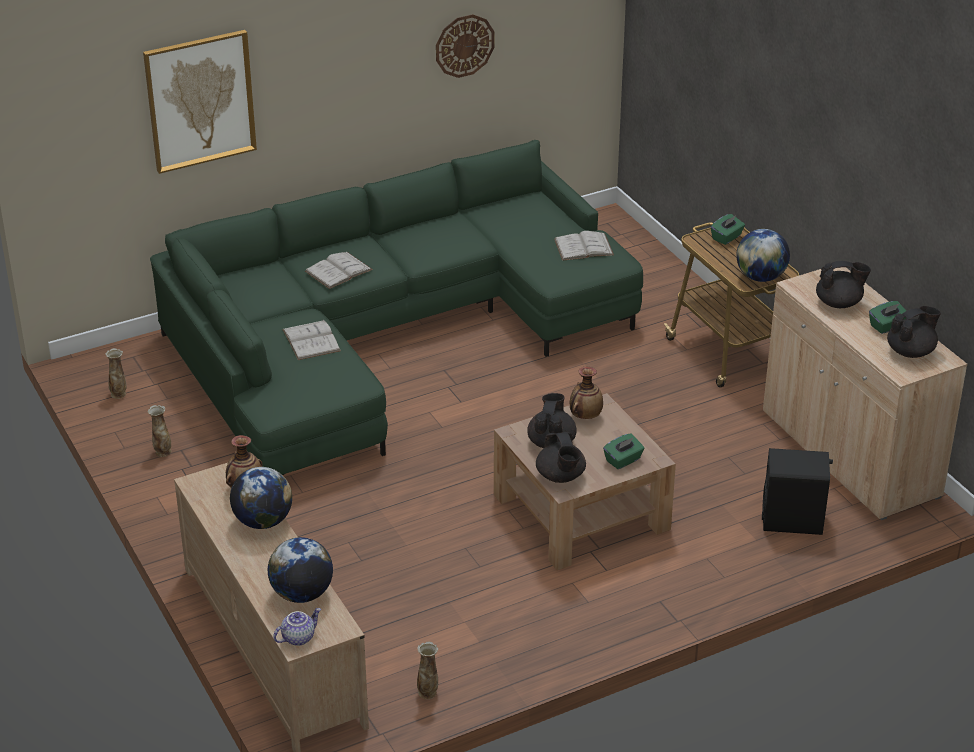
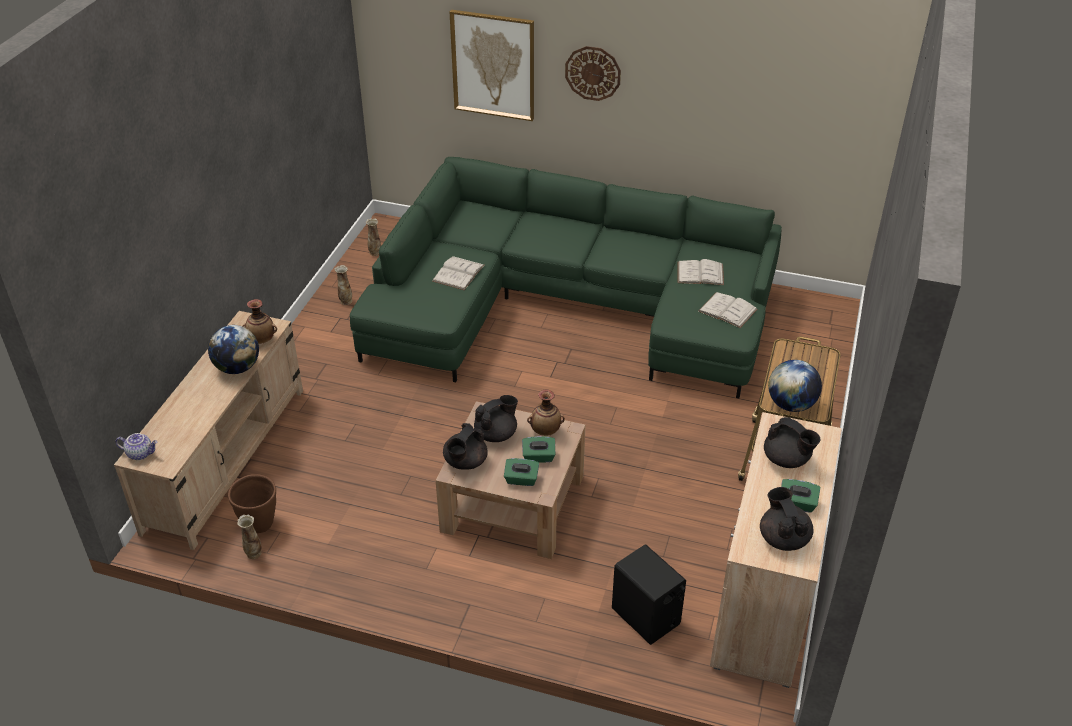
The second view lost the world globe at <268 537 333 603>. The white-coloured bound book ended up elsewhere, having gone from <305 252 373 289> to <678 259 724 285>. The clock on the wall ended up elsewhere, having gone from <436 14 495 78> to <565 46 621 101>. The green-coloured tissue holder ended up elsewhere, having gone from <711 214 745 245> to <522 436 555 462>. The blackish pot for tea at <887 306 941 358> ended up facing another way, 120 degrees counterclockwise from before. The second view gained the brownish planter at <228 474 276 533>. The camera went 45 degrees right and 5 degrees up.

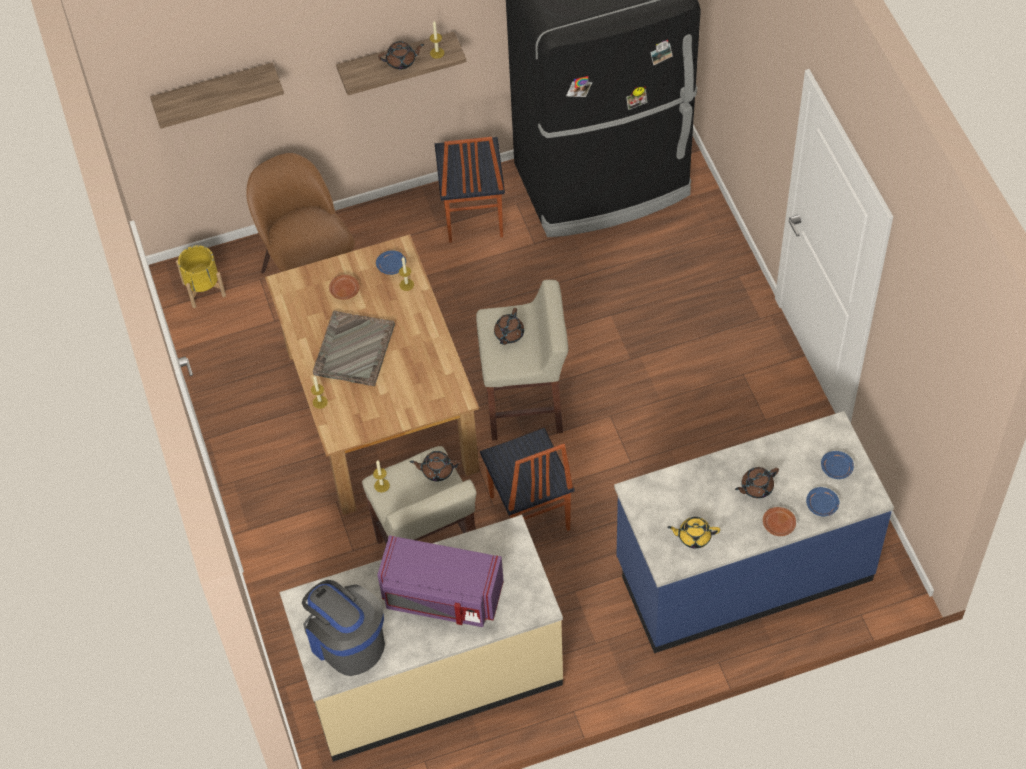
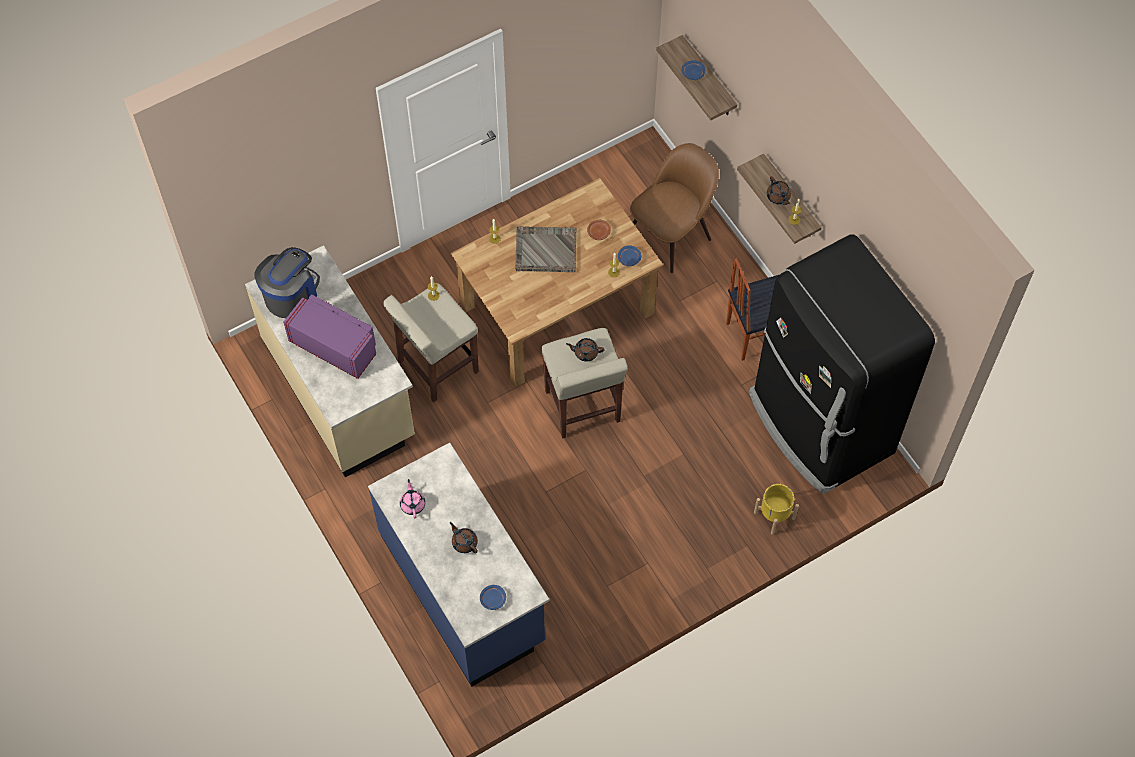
The yellow-coloured planter ended up elsewhere, having gone from <176 245 226 308> to <754 483 799 535>. The purplish microwave oven at <377 535 504 627> ended up facing another way, 120 degrees clockwise from before. The second view lost the brownish pot for tea at <410 451 461 481>. The second view lost the chair at <480 428 575 531>. What was the yellow-coloured pot for tea at <667 517 720 549> turned into the pink pot for tea at <400 479 425 518>. The second view lost the brownish dinner plate at <763 507 796 536>. The blue-coloured dinner plate ended up elsewhere, having gone from <806 487 840 517> to <681 60 706 80>. The camera went 75 degrees right and 5 degrees up.

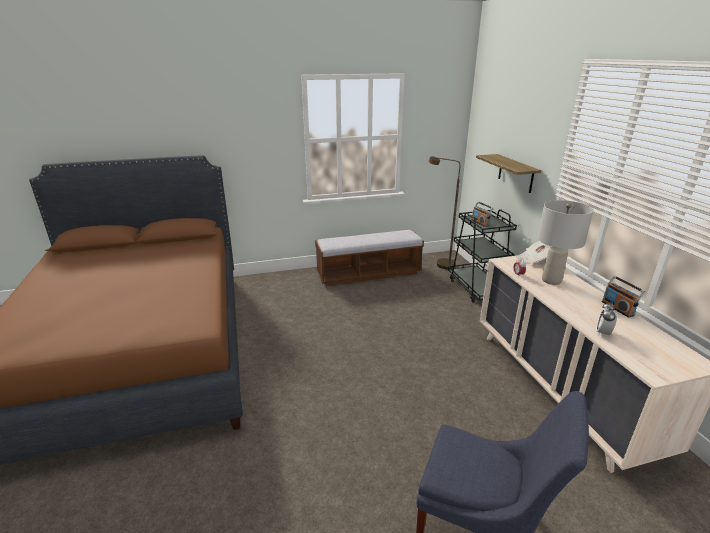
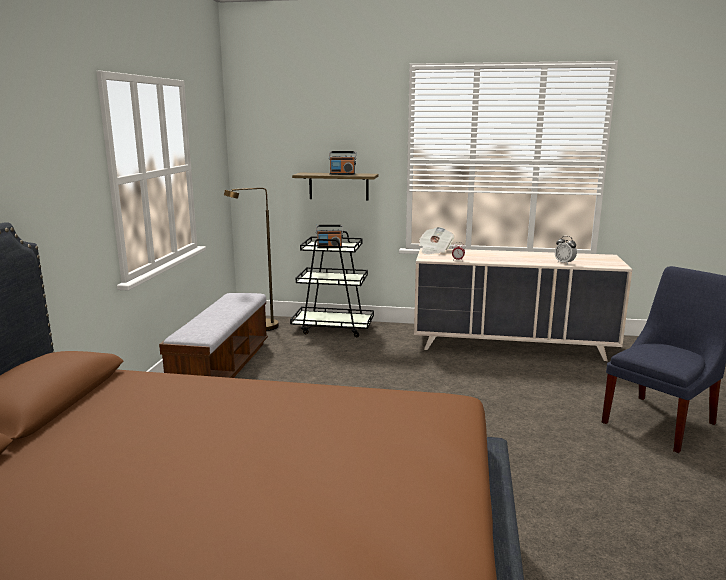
The second view lost the grey tabletop lamp at <537 200 594 285>. The radio receiver ended up elsewhere, having gone from <602 276 645 318> to <329 151 356 175>. The camera went 65 degrees left and 10 degrees down.

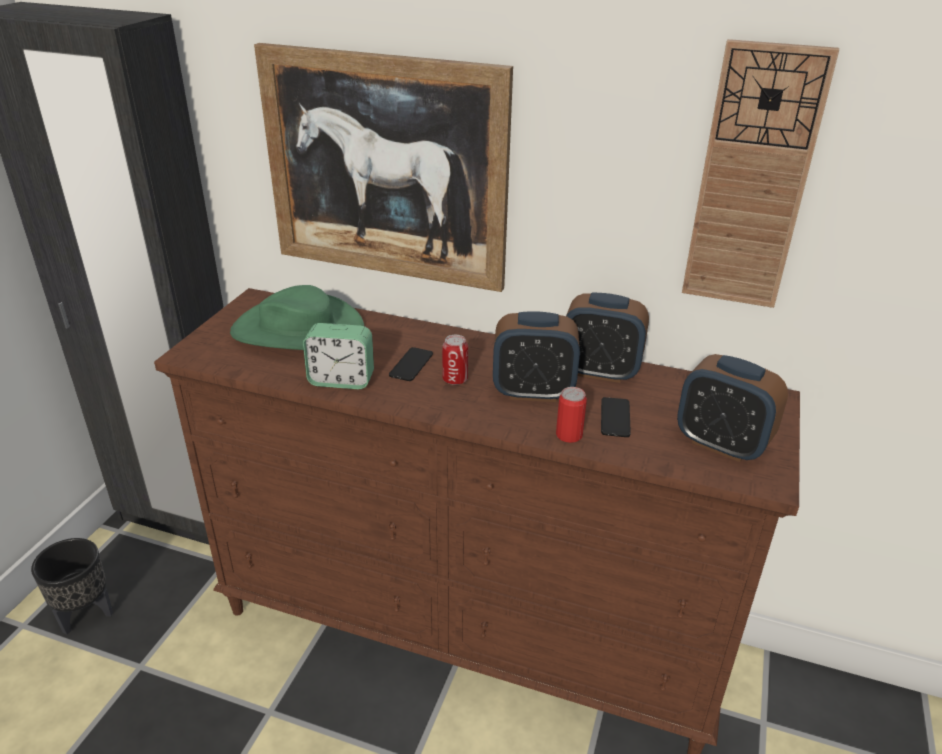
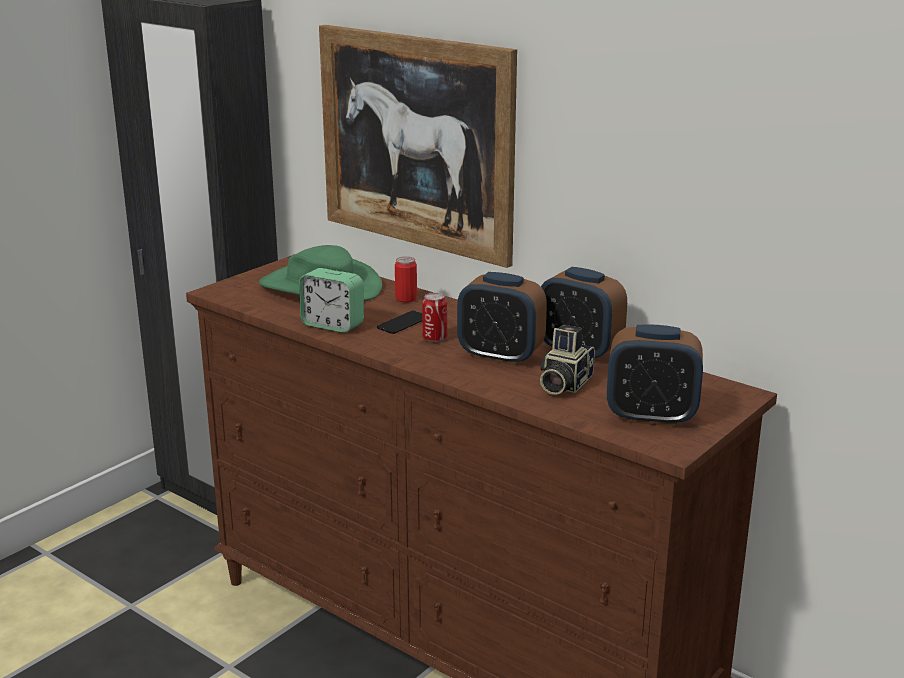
The second view lost the blackish planter at <31 538 113 635>. The metal can ended up elsewhere, having gone from <556 387 587 443> to <395 256 417 302>. Where the phone stood at <601 397 631 437>, the photo camera came to stand at <540 325 595 395>. The table clock at <677 354 788 462> ended up facing another way, 45 degrees counterclockwise from before. The second view lost the clock on the wall at <682 39 839 308>. The camera went 20 degrees right and 10 degrees down.

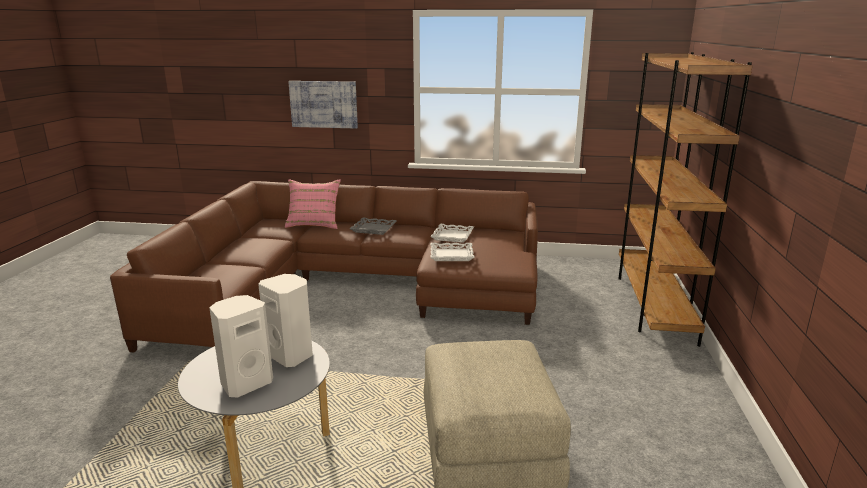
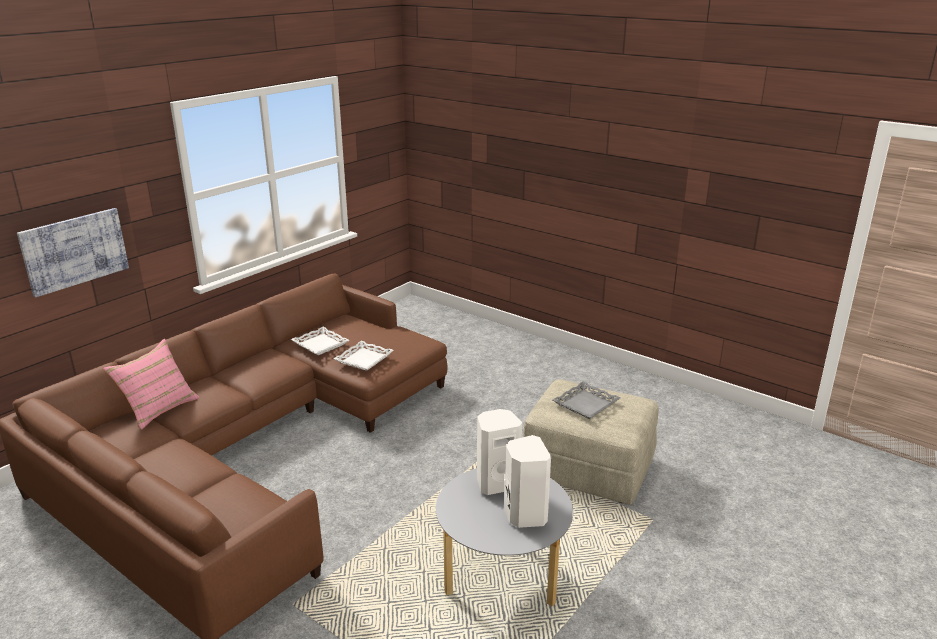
The grey tray ended up elsewhere, having gone from <349 217 397 235> to <553 381 621 419>. The second view lost the brownish bookcase at <618 52 752 347>. The camera went 60 degrees left and 5 degrees up.

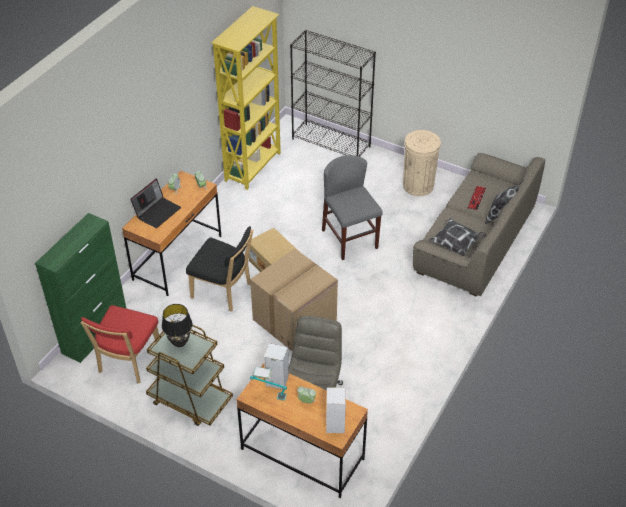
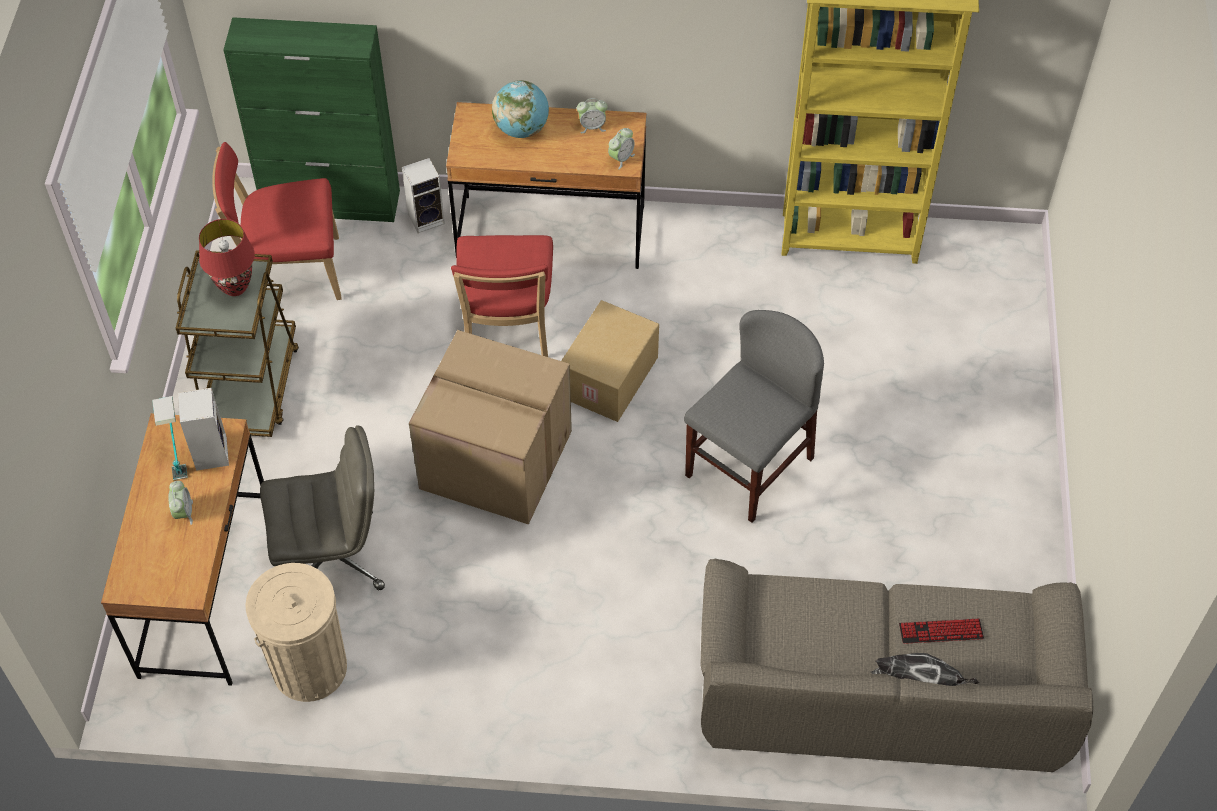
Where the notebook computer stood at <130 178 181 228>, the world globe came to stand at <492 80 549 138>. What was the blackish tabletop lamp at <162 304 192 347> turned into the red tabletop lamp at <199 219 255 296>. What was the blackish chair at <186 226 253 312> turned into the red chair at <451 235 553 357>. The second view lost the blackish bookcase at <290 30 376 156>. The speaker ended up elsewhere, having gone from <326 388 346 433> to <402 158 445 233>. The beige trash can ended up elsewhere, having gone from <403 130 441 196> to <246 563 347 702>. The second view lost the pillow at <428 218 487 256>. The camera went 65 degrees right and 10 degrees up.

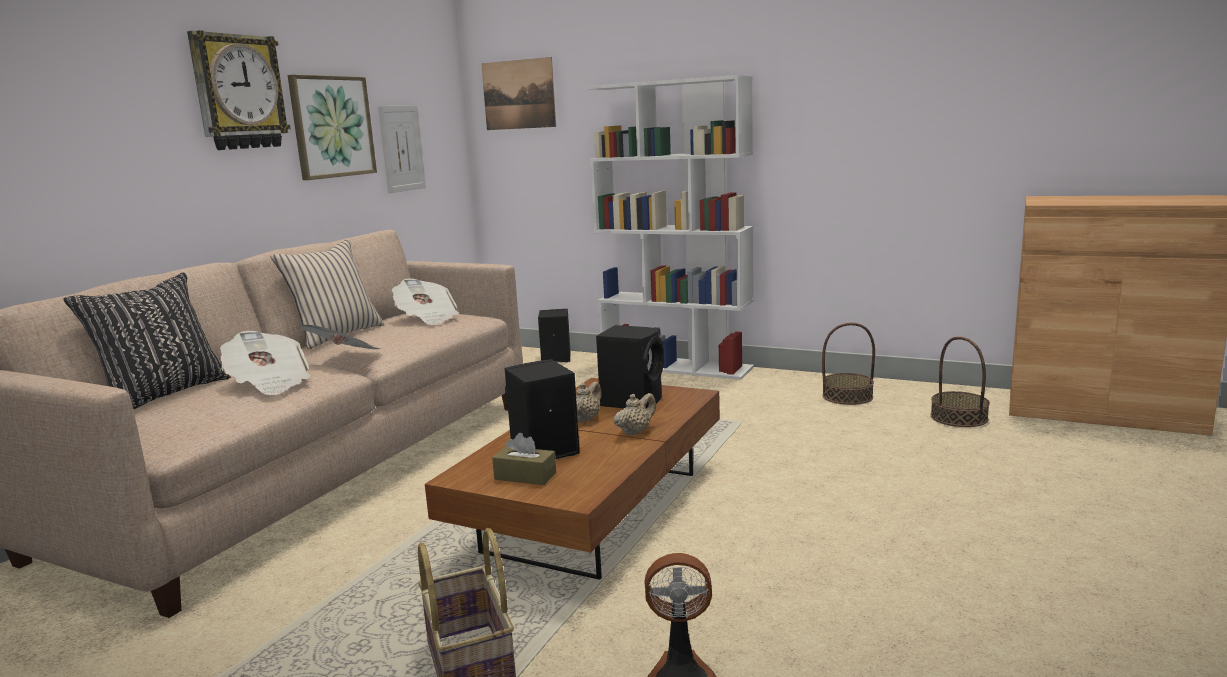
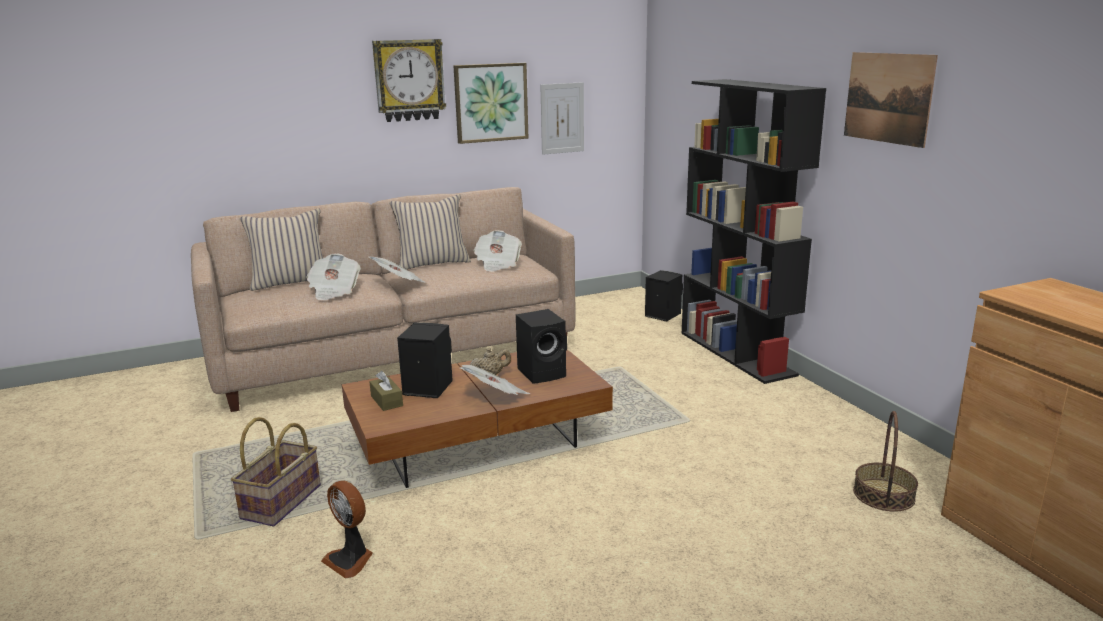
What was the blackish pillow at <63 272 231 409> turned into the beige pillow at <239 208 323 291>. The picture ended up elsewhere, having gone from <481 57 556 130> to <844 52 938 148>. What was the white-coloured bookcase at <586 75 754 380> turned into the blackish bookcase at <681 79 826 384>. Where the beige pot for tea stood at <614 393 656 436>, the daily paper came to stand at <460 365 530 395>. The second view lost the basket at <822 322 875 405>. The camera went 40 degrees right and 5 degrees up.

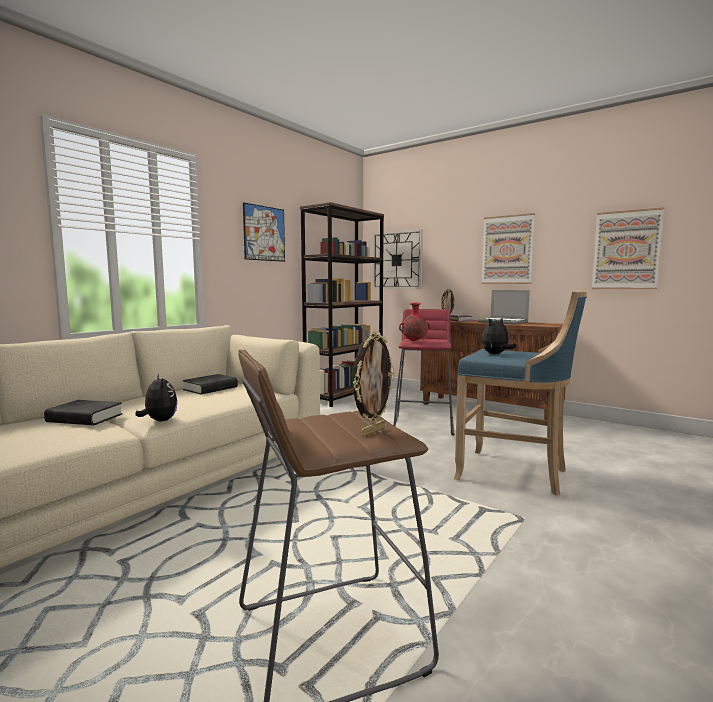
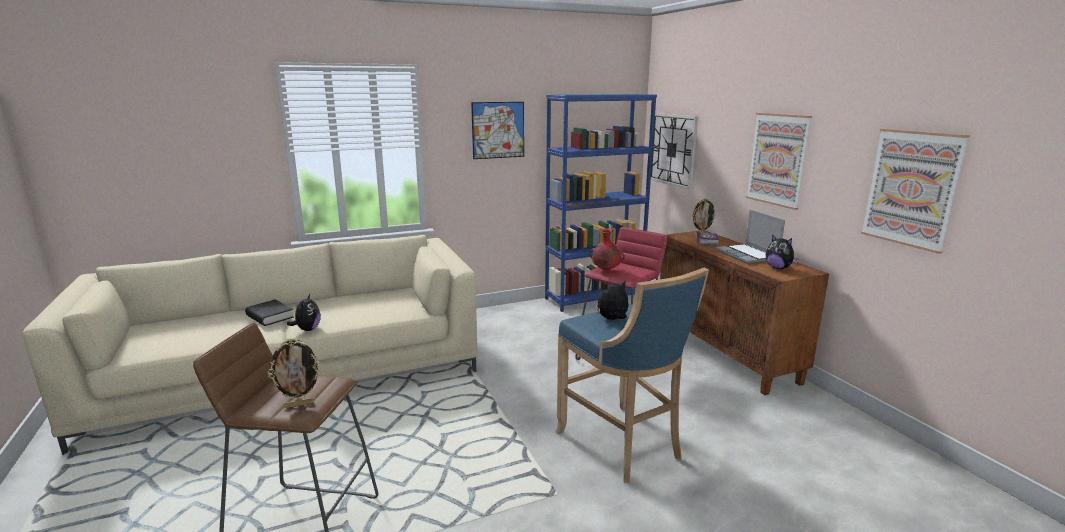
The second view lost the blackish bound book at <183 374 238 394>. What was the brownish bookcase at <300 202 384 407> turned into the blue-coloured bookcase at <545 94 657 312>. The second view gained the plush toy at <766 235 798 269>. The camera went 30 degrees right and 10 degrees up.

